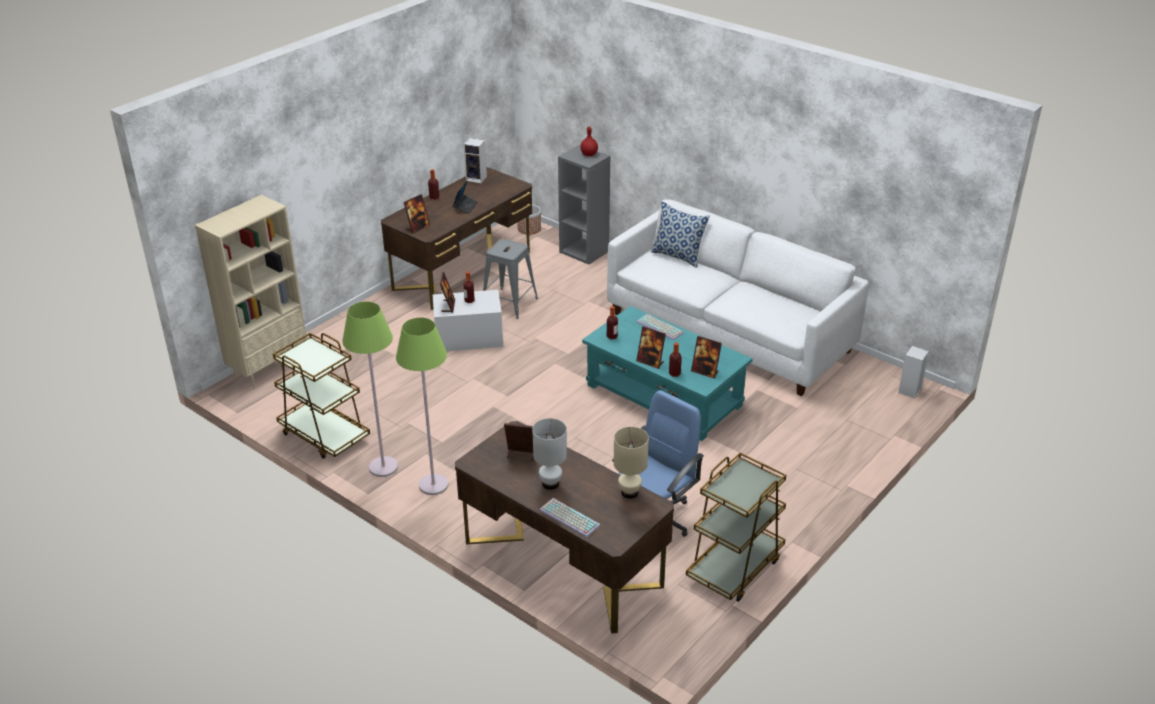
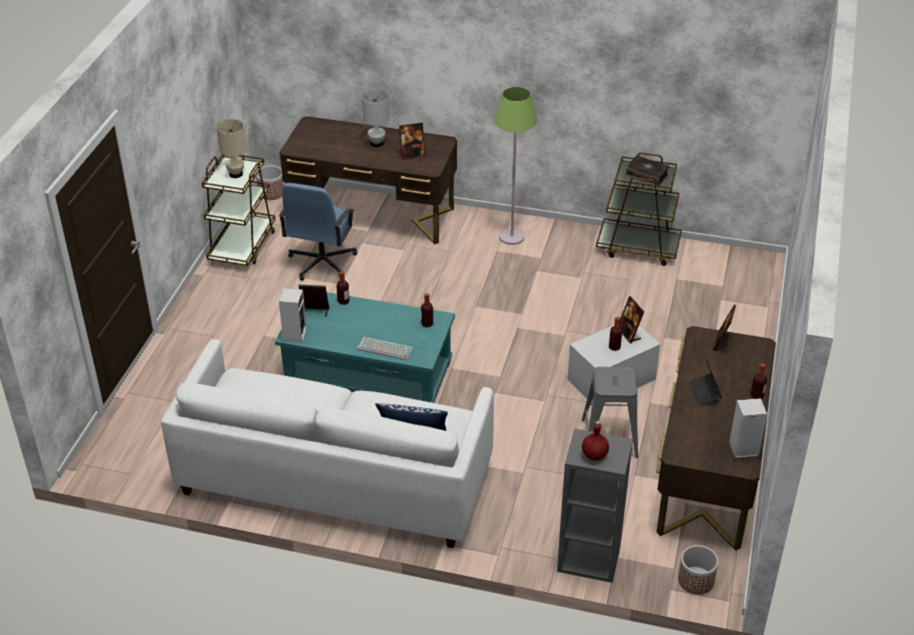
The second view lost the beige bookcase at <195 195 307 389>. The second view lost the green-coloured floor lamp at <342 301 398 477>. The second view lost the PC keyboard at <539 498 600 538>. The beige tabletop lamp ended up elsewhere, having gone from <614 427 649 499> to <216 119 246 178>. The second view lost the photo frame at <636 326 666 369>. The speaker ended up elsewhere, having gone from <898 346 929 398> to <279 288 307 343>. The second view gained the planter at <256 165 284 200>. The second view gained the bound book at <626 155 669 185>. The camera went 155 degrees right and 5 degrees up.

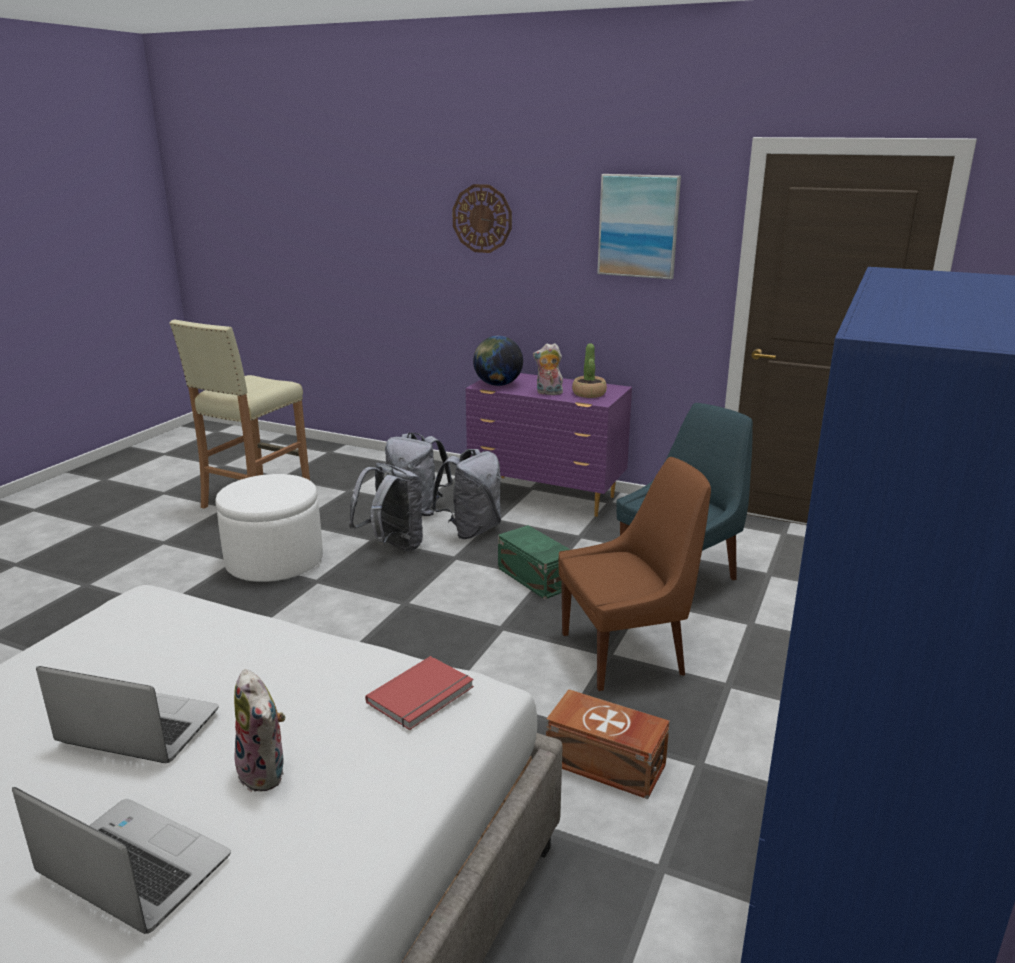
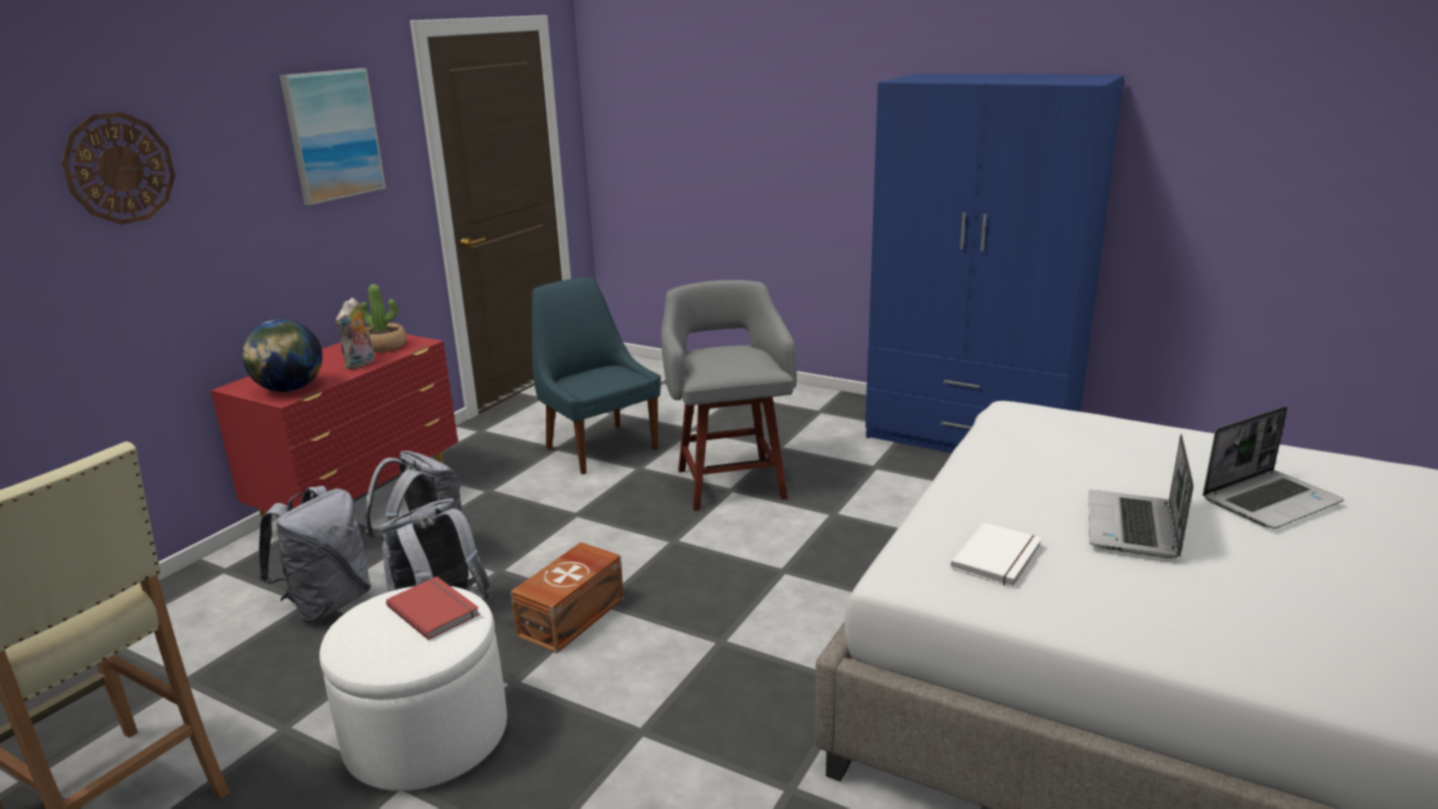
The notebook computer at <12 787 231 934> ended up facing another way, 150 degrees counterclockwise from before. The second view lost the plush toy at <234 669 285 792>. The red bound book ended up elsewhere, having gone from <365 656 474 730> to <386 577 480 640>. What was the purplish dresser at <466 373 632 517> turned into the red dresser at <211 334 458 535>. The second view lost the green-coloured storage container at <498 525 571 599>. The brownish storage container ended up elsewhere, having gone from <546 689 670 799> to <510 542 624 653>. Where the brownish chair stood at <559 457 711 691>, the grey stool seat came to stand at <661 280 797 511>. The second view gained the white-coloured bound book at <950 522 1042 587>. The camera went 85 degrees left and 0 degrees up.

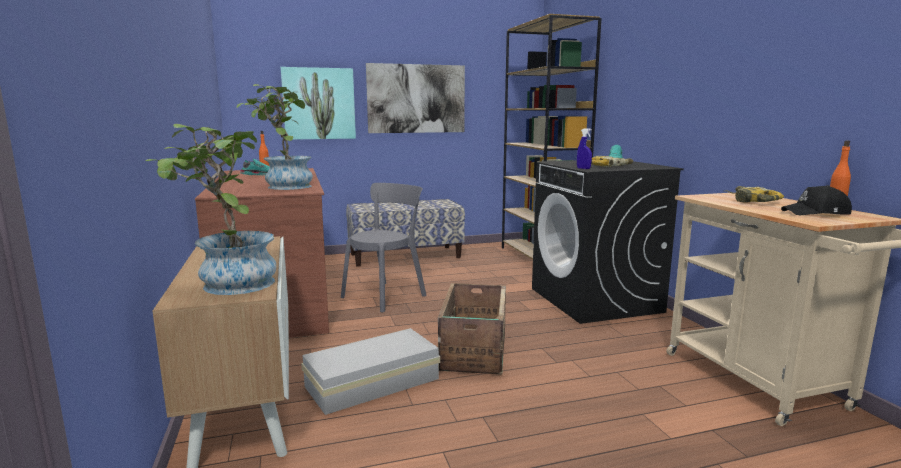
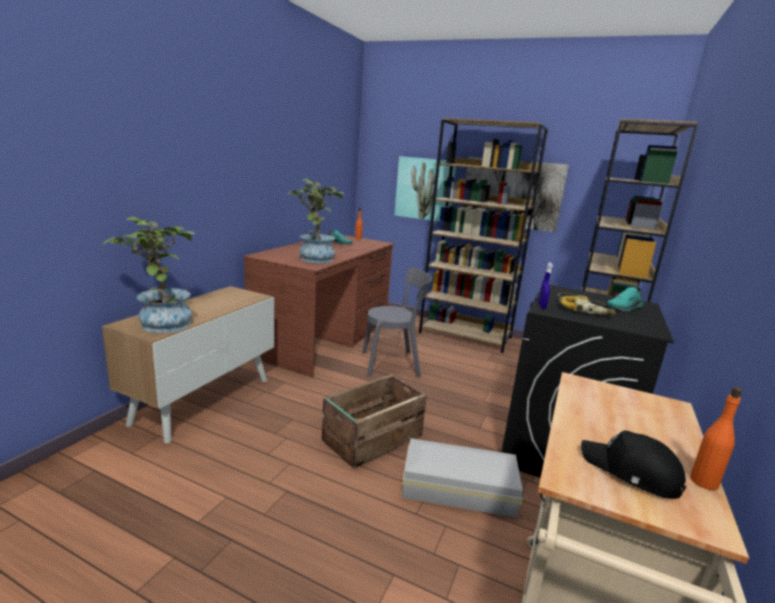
The white-coloured storage container ended up elsewhere, having gone from <301 328 440 415> to <402 438 523 518>. Where the bench stood at <346 199 465 267>, the brownish bookcase came to stand at <419 118 548 353>. The second view lost the power drill at <724 186 784 203>. The camera went 40 degrees right and 5 degrees up.

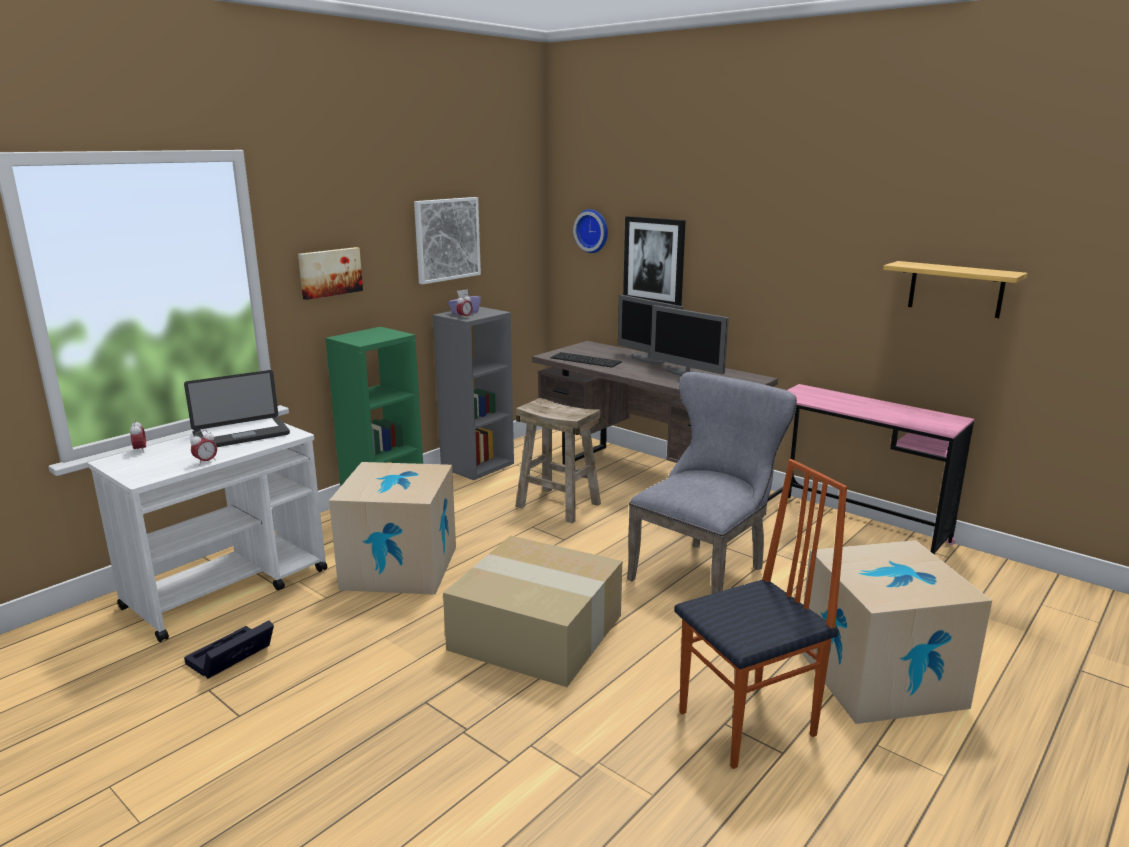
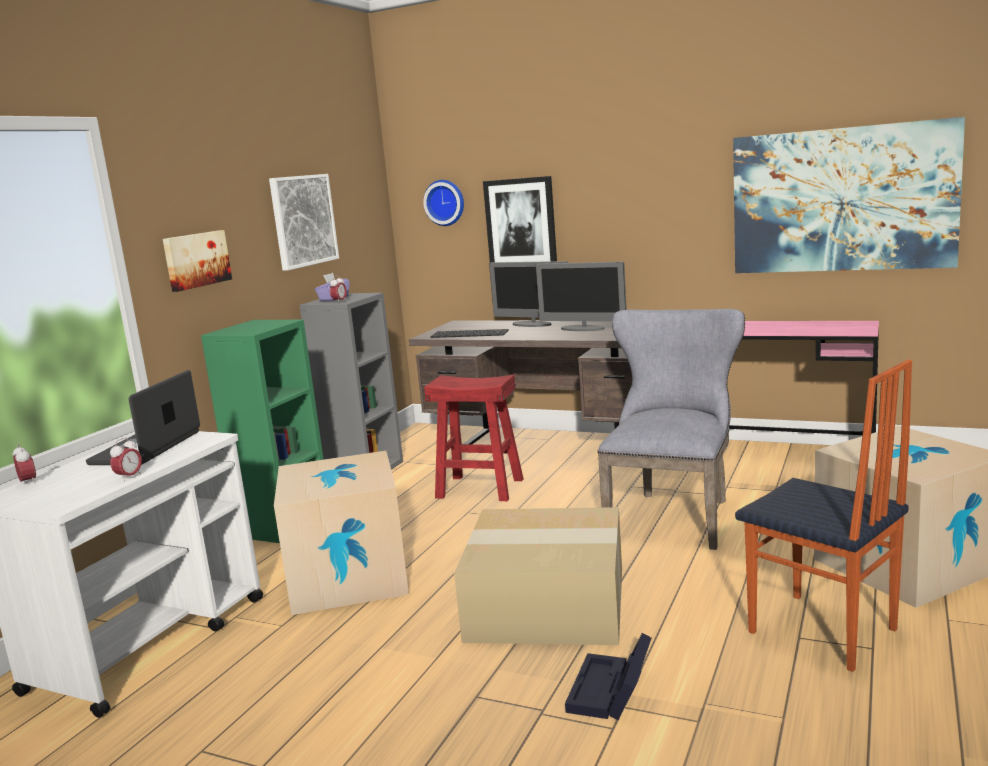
The notebook computer at <184 370 290 447> ended up facing another way, 150 degrees clockwise from before. The blackish storage container ended up elsewhere, having gone from <184 620 274 679> to <565 633 652 720>. What was the beige stool seat at <515 398 601 523> turned into the red stool seat at <424 375 524 501>. The chair at <674 459 847 769> ended up facing another way, 90 degrees clockwise from before. Where the shelf hung at <883 261 1028 318>, the picture came to hang at <733 117 965 273>. The camera went 15 degrees left and 5 degrees down.

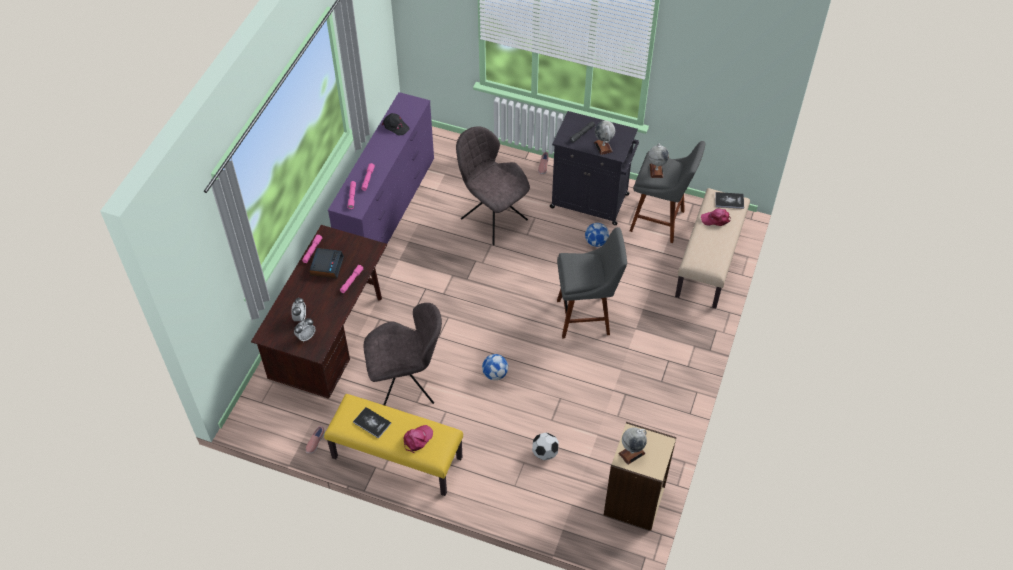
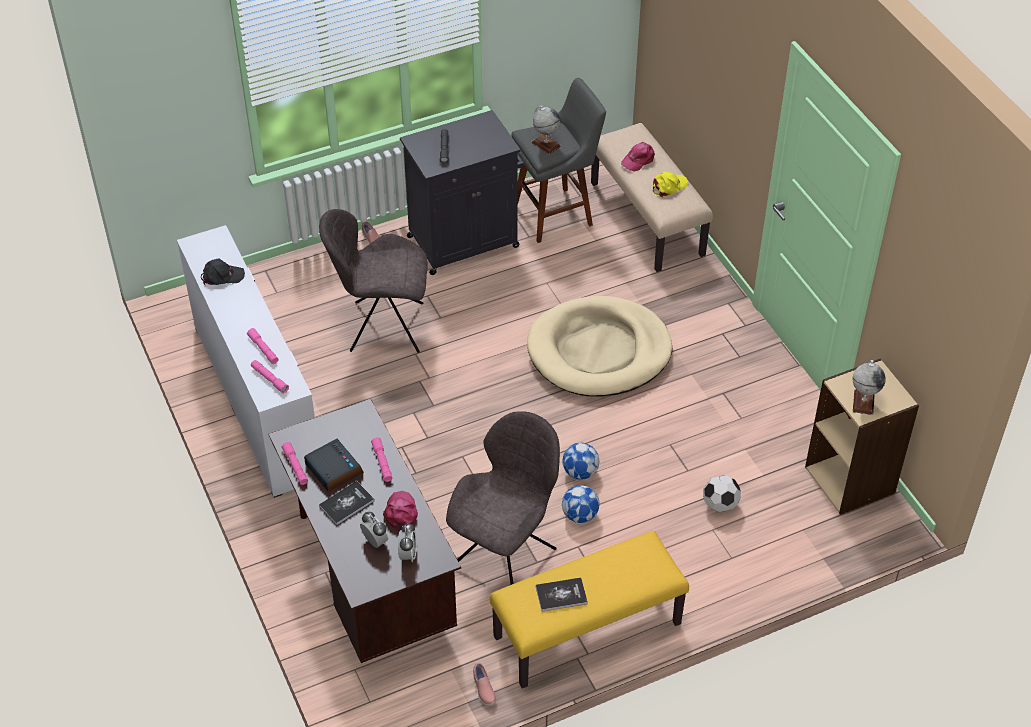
What was the purplish dresser at <328 92 434 244> turned into the white-coloured dresser at <177 225 315 498>. The pink cap ended up elsewhere, having gone from <404 425 433 453> to <383 491 418 531>. Where the grey stool seat stood at <557 227 627 339>, the beige dog bed came to stand at <527 296 672 397>. The ball for football ended up elsewhere, having gone from <585 223 609 247> to <562 485 600 523>. The second view lost the world globe at <594 121 615 155>. The bound book ended up elsewhere, having gone from <715 192 744 209> to <319 481 374 525>. The second view gained the yellow-coloured cap at <653 171 688 198>. The camera went 45 degrees left and 5 degrees down.

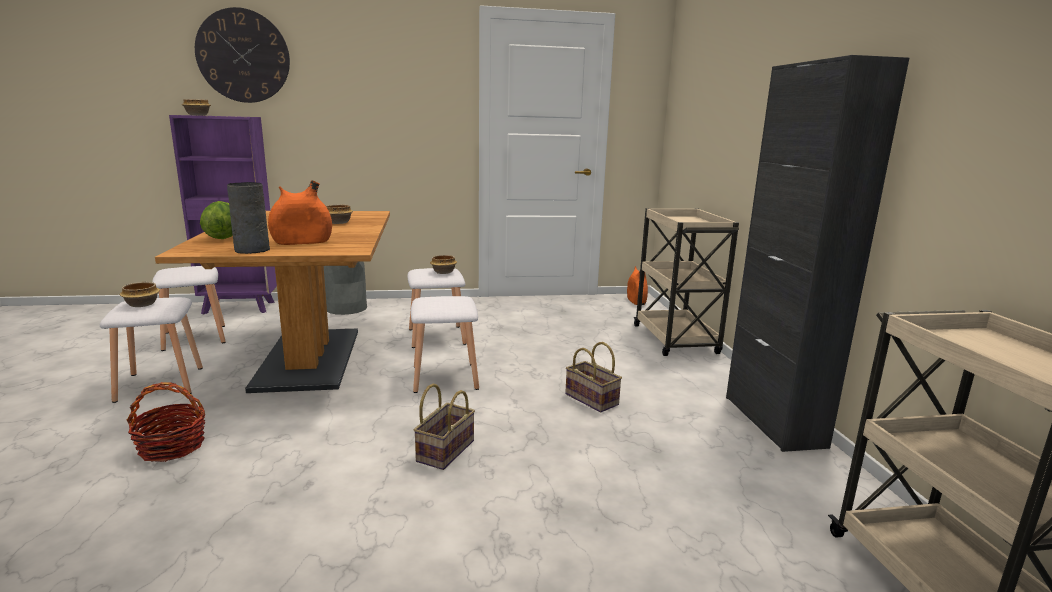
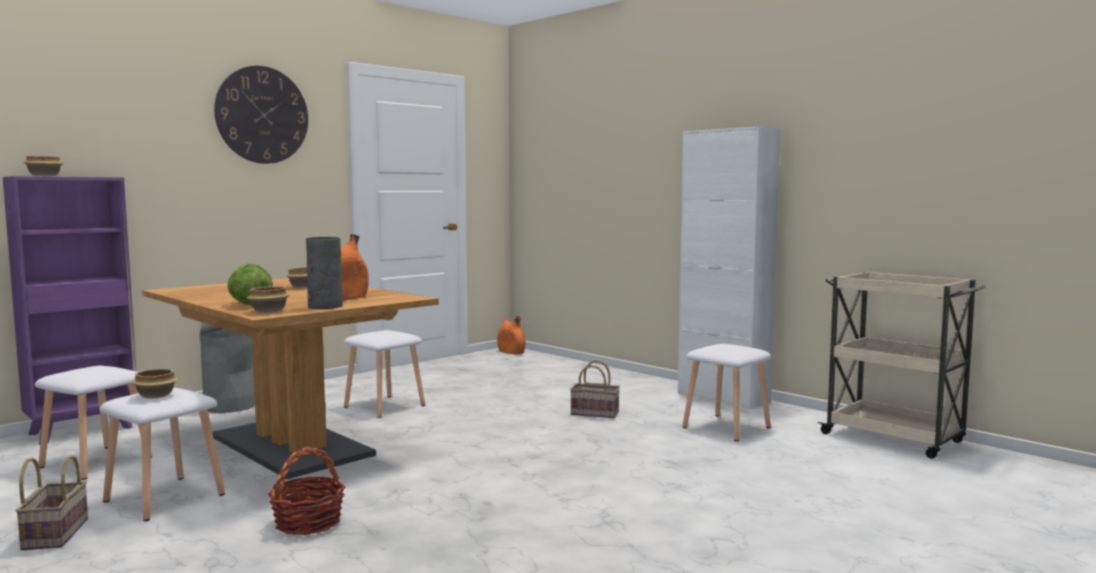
The clock on the wall ended up elsewhere, having gone from <195 7 290 103> to <214 66 308 164>. The white-coloured stool seat ended up elsewhere, having gone from <411 296 479 393> to <682 344 771 441>. The basket ended up elsewhere, having gone from <414 383 475 470> to <15 455 88 551>. The deep dish ended up elsewhere, having gone from <430 255 457 274> to <247 286 289 313>. The second view lost the beige trolley at <634 208 739 356>. What was the blackish cupboard at <726 55 909 452> turned into the white-coloured cupboard at <678 126 780 409>. The camera went 35 degrees left and 10 degrees down.

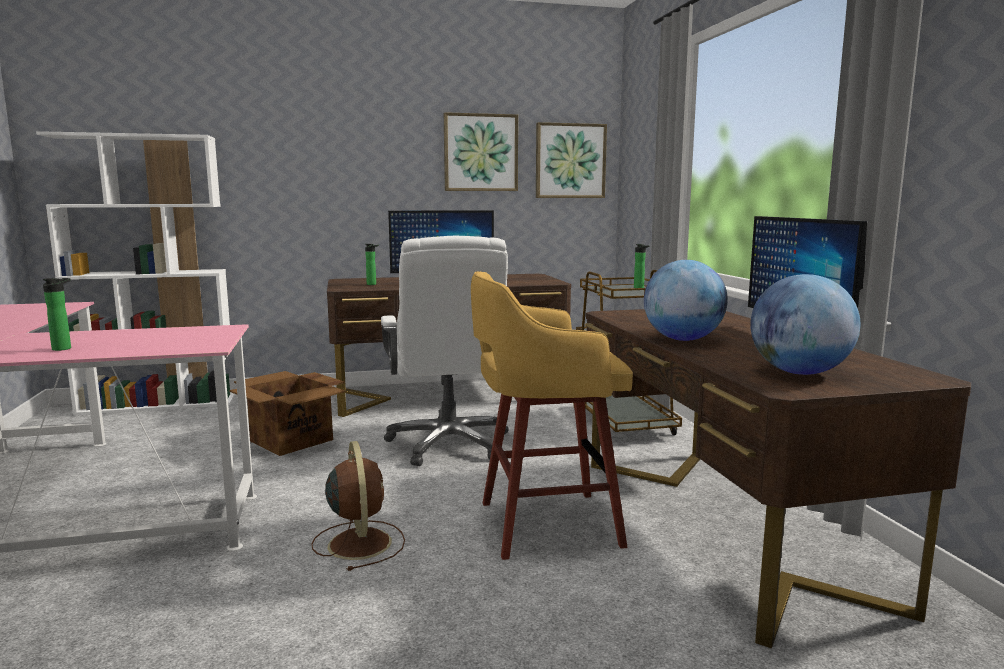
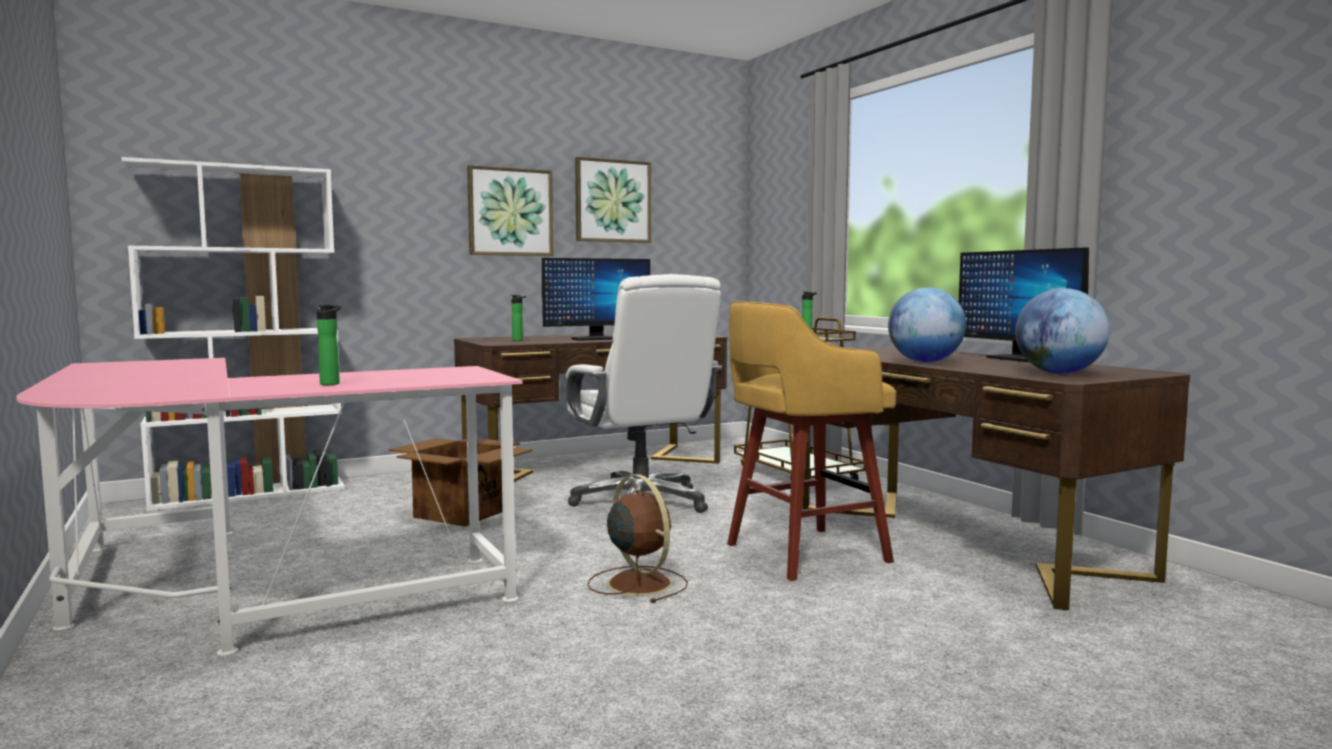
The picture ended up elsewhere, having gone from <536 122 607 198> to <467 165 554 256>. The camera went 15 degrees left and 5 degrees down.

